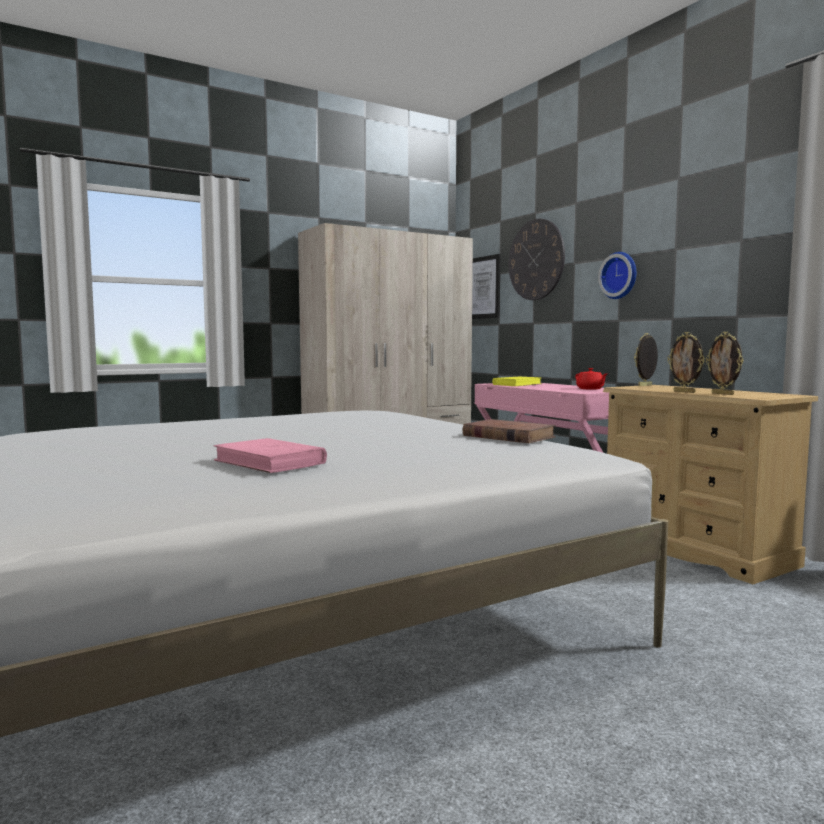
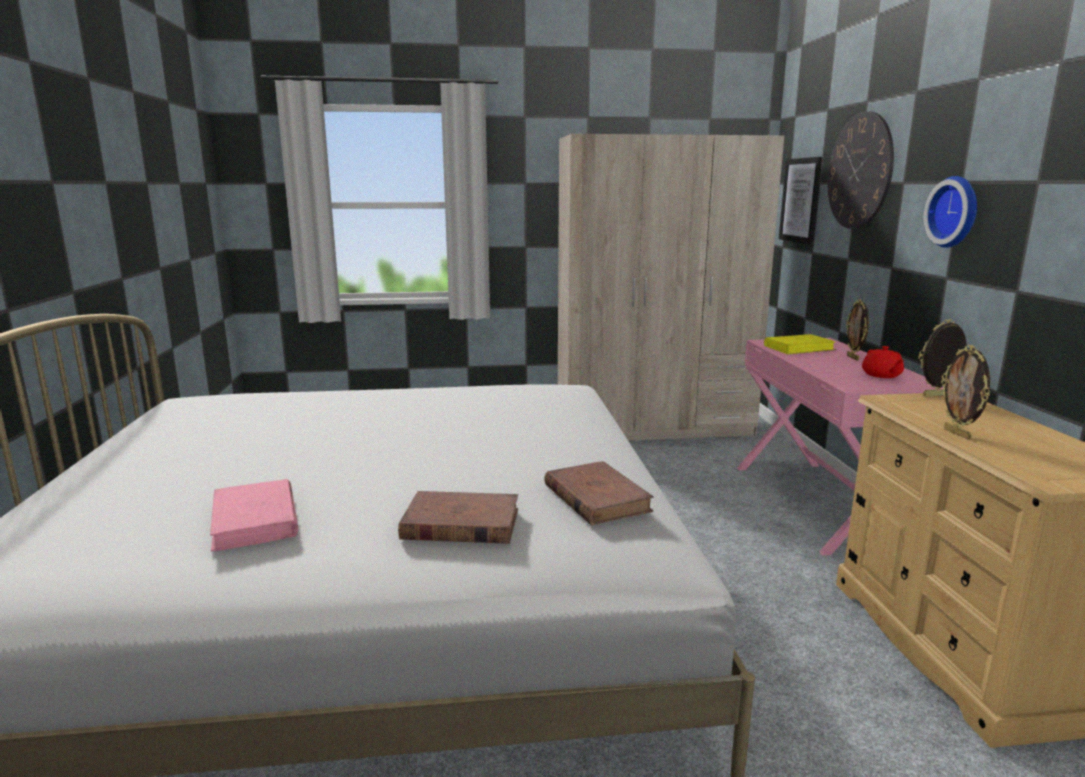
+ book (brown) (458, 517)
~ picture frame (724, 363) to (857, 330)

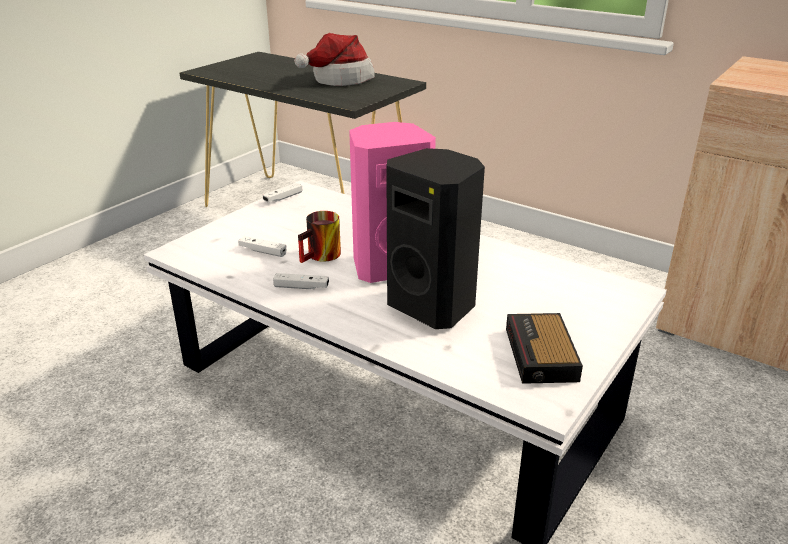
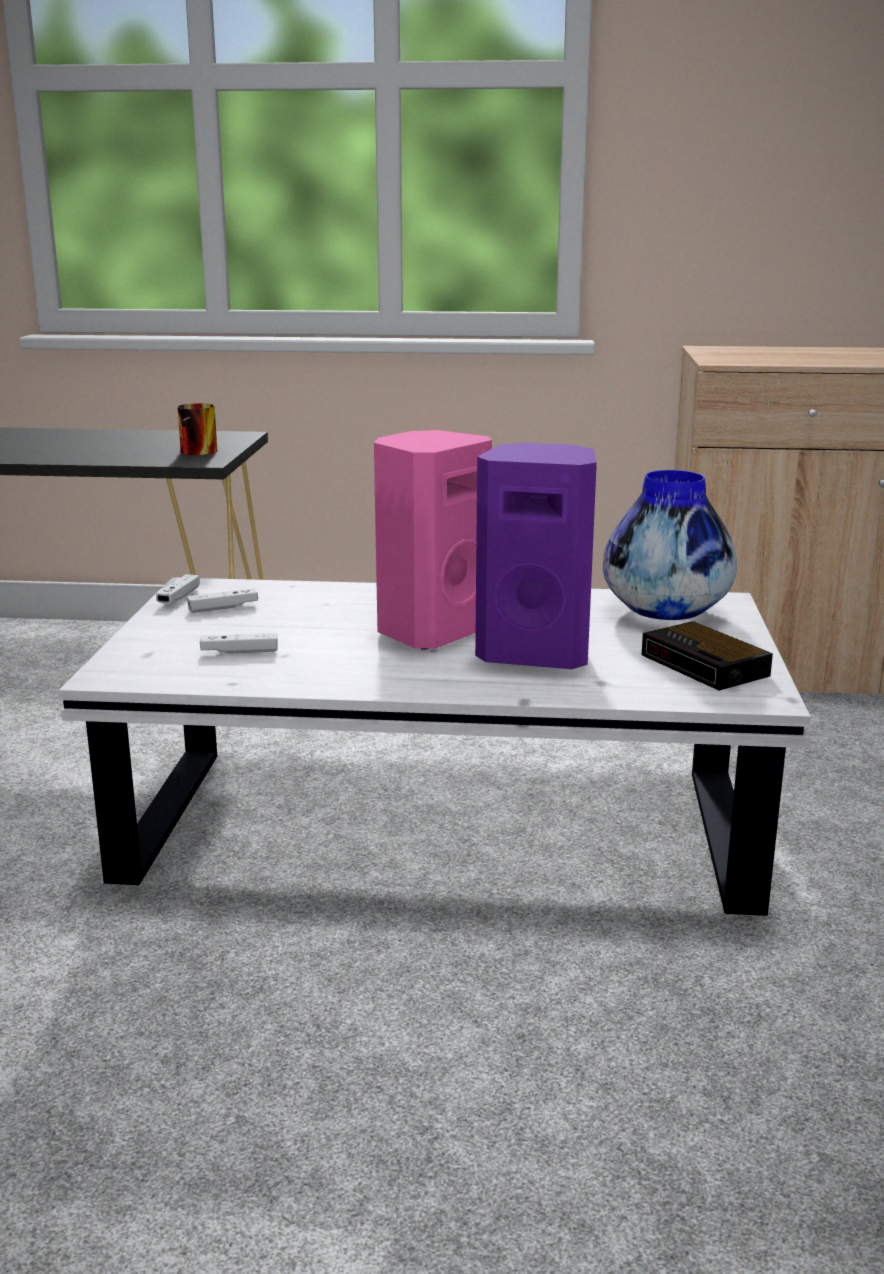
- hat (334, 59)
+ vase (670, 545)
~ game controller (white) (301, 281) to (222, 600)
~ mug (319, 237) to (197, 429)
~ speaker (black) (435, 238) to speaker (purple) (536, 556)

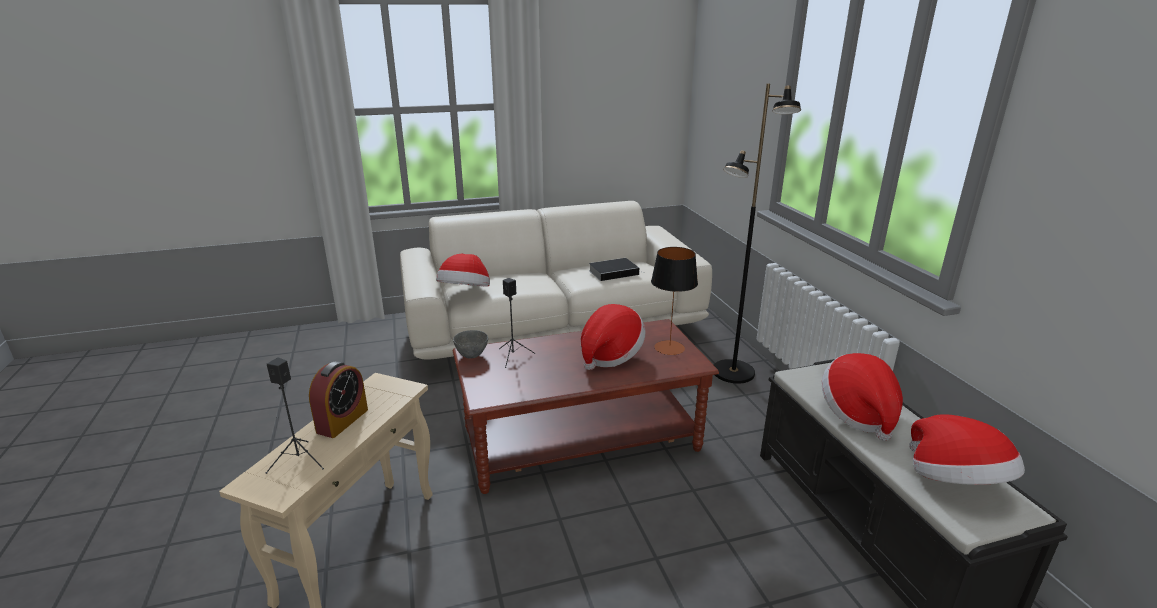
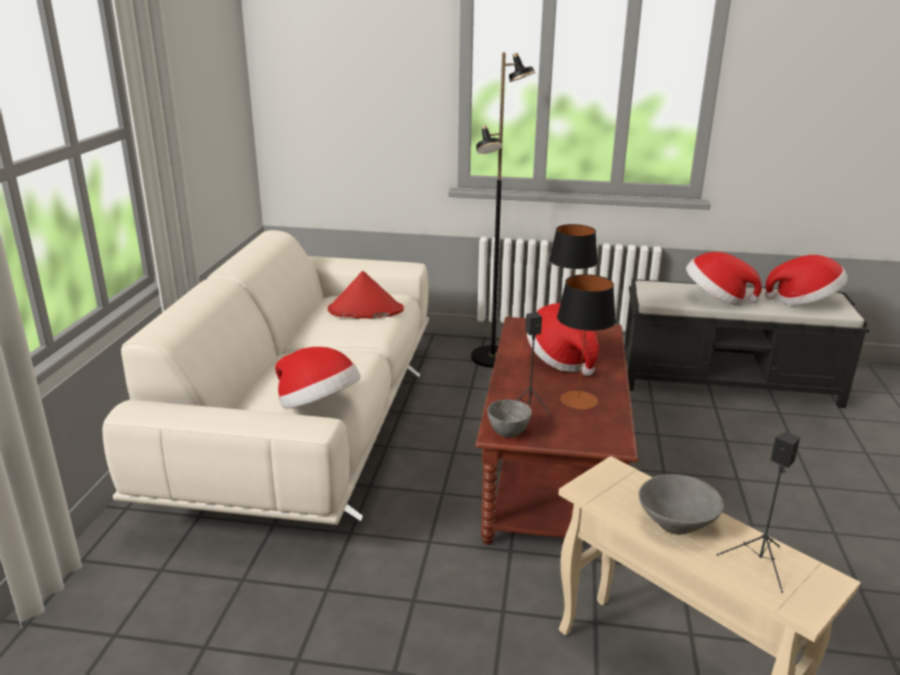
+ table lamp (586, 342)
~ alarm clock (338, 399) to bowl (grey) (681, 504)
~ book (616, 269) to hat (red) (366, 295)

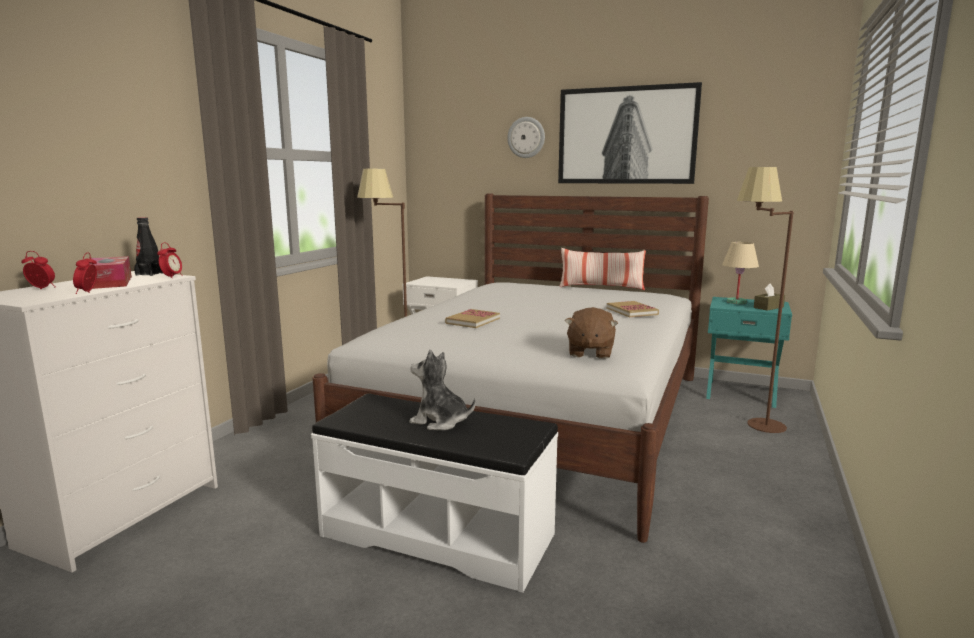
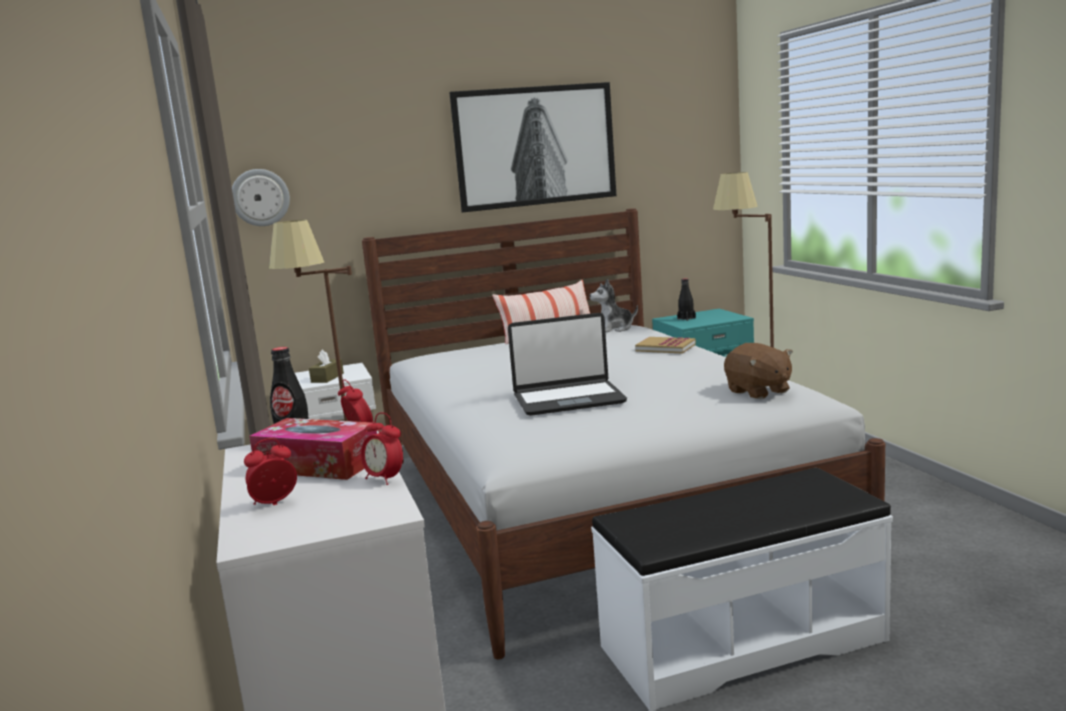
~ plush toy (442, 390) to (613, 305)
~ wall clock (526, 137) to (261, 197)
~ tissue box (brown) (769, 297) to (326, 366)
~ book (472, 318) to laptop (567, 364)
~ table lamp (beige) (740, 273) to bottle (black) (686, 299)

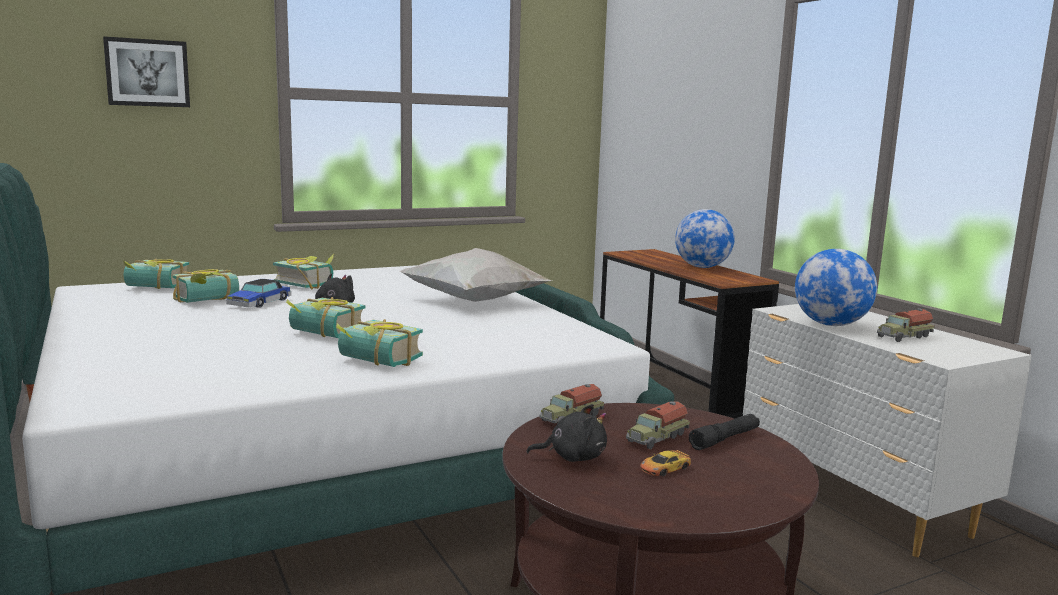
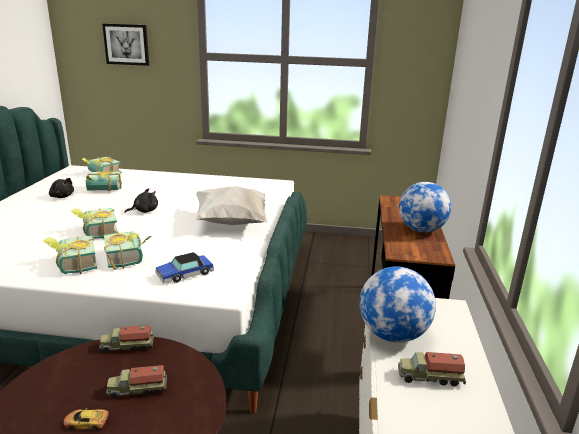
- flashlight (black) (724, 432)
~ toy car (258, 293) to (184, 268)
~ book (303, 272) to (127, 250)
~ plush toy (black) (566, 433) to (61, 188)

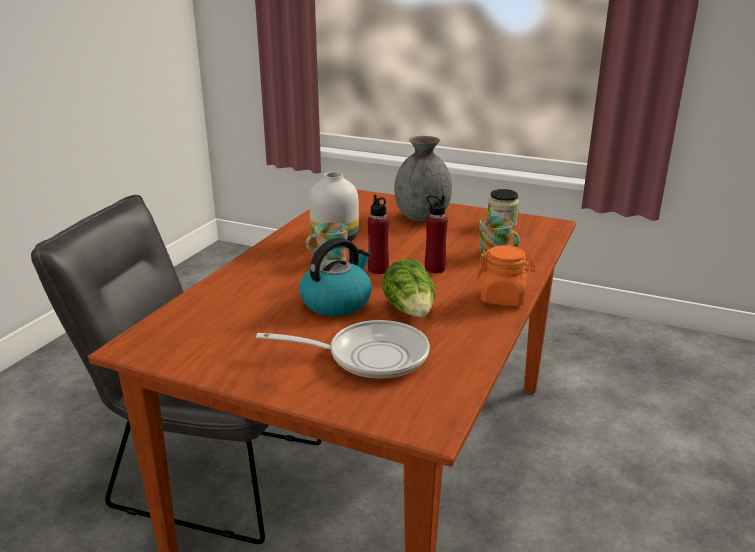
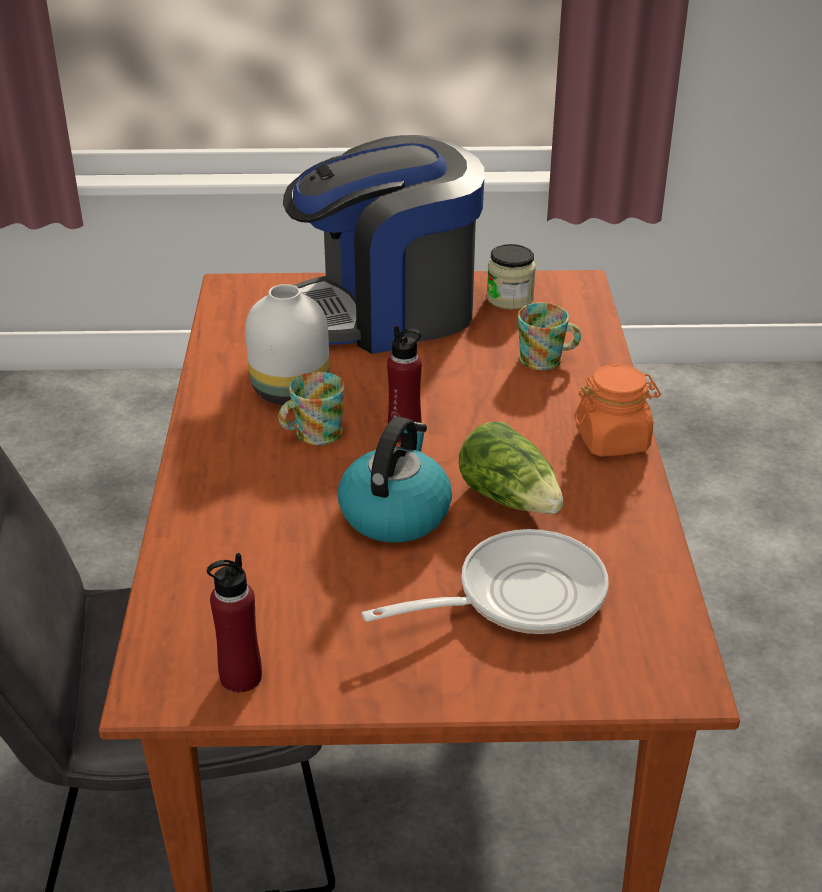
~ bottle (red) (436, 234) to (234, 623)
~ vase (grey) (423, 178) to coffee machine (383, 244)

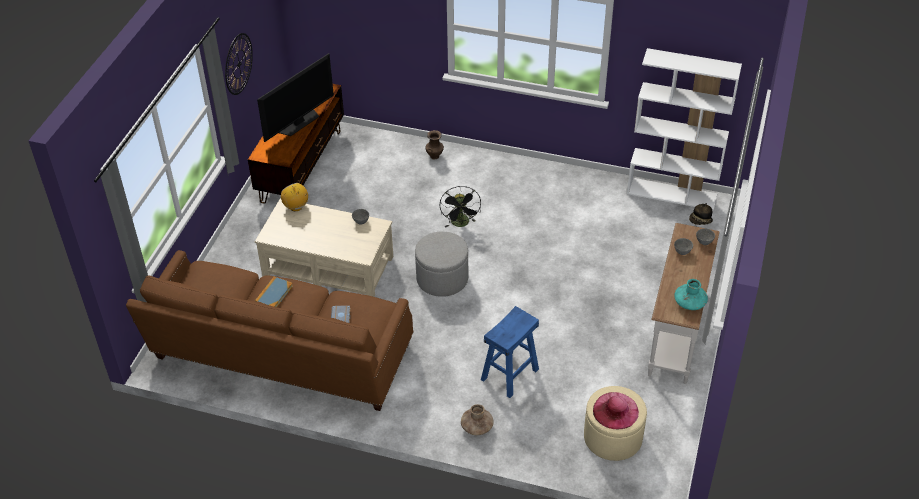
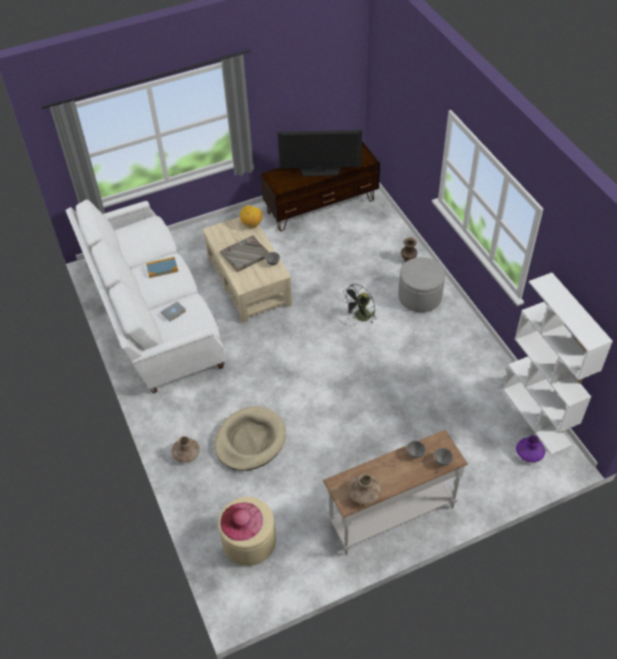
- wall clock (239, 64)
+ tray (grey) (244, 254)
~ ottoman (grey) (441, 264) to (421, 284)
~ stool (blue) (510, 352) to dog bed (beige) (250, 438)
~ hat (701, 214) to vase (purple) (530, 448)
~ sofa (brown) (270, 330) to sofa (white) (146, 297)
~ vase (turquoise) (691, 294) to vase (brown) (364, 489)

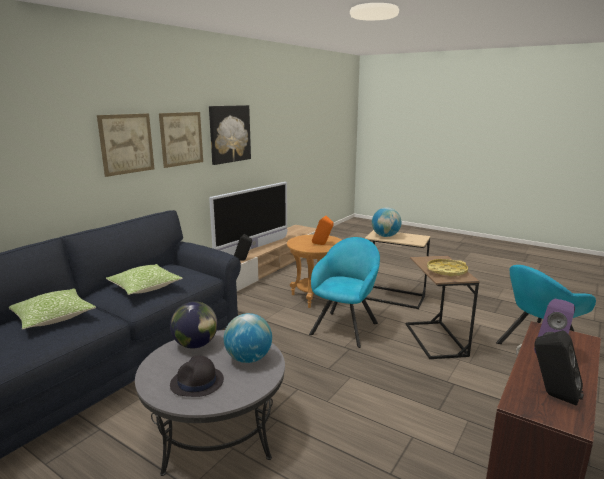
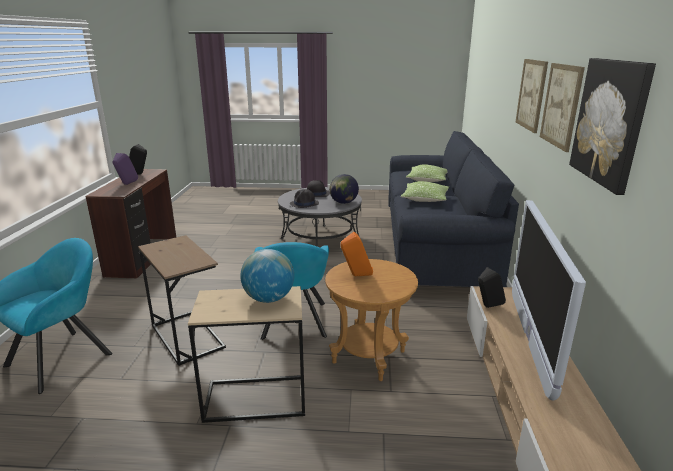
- tray (yellow) (447, 268)
~ globe (248, 338) to hat (black) (304, 198)

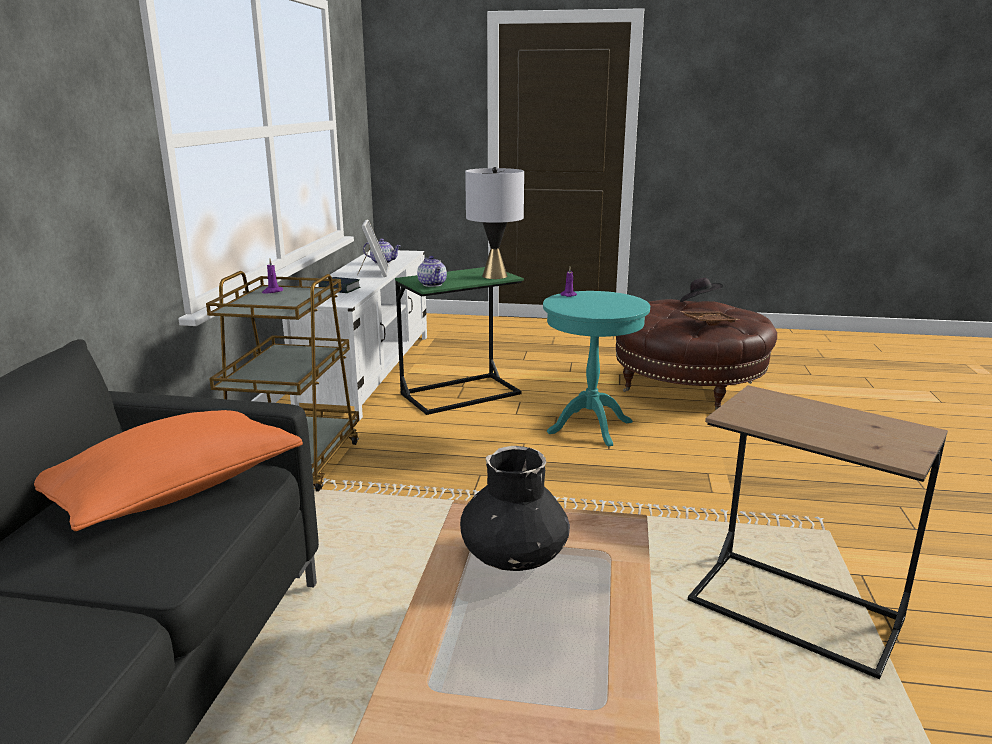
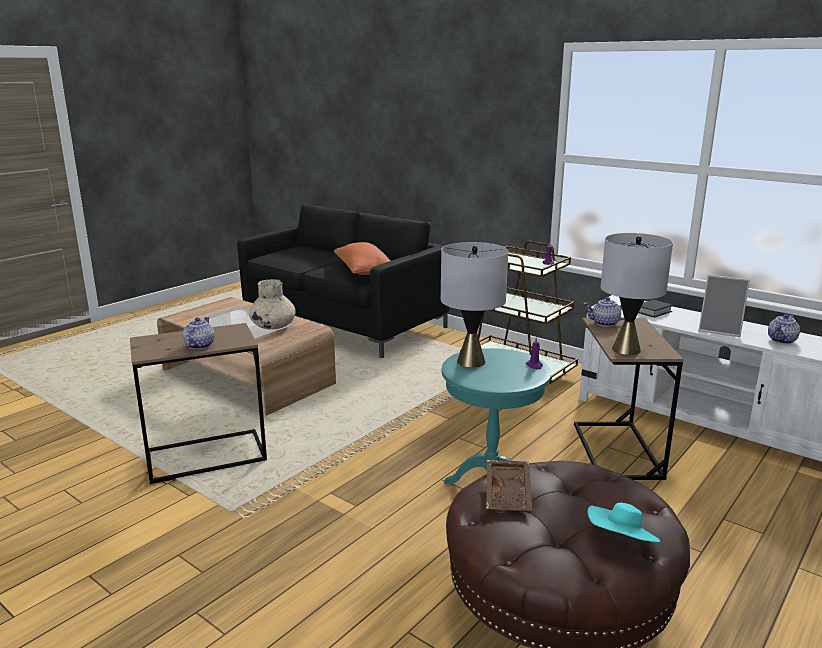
+ teapot (199, 333)
+ table lamp (grey) (474, 304)
~ side table (green) (459, 341) to side table (brown) (629, 399)
~ vase (black) (515, 508) to vase (beige) (272, 304)
~ hat (black) (701, 290) to hat (turquoise) (623, 523)

